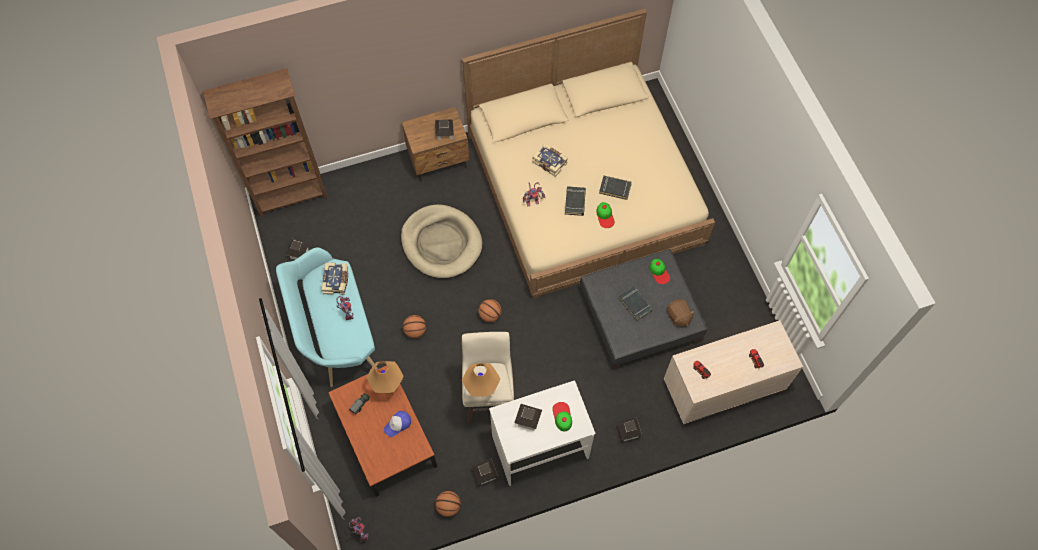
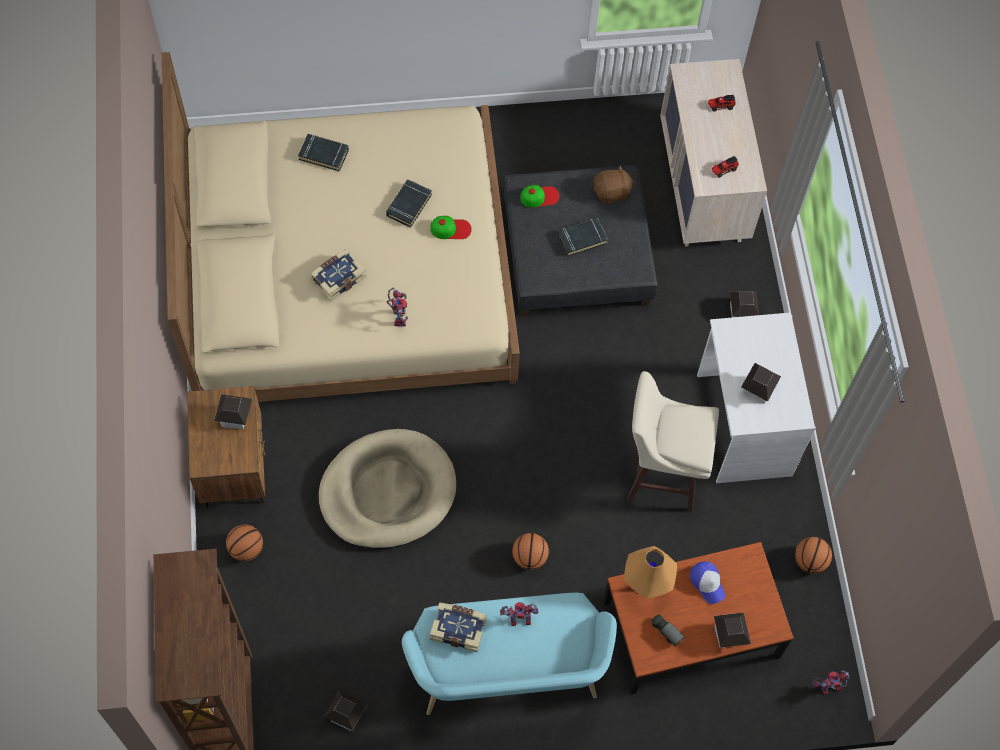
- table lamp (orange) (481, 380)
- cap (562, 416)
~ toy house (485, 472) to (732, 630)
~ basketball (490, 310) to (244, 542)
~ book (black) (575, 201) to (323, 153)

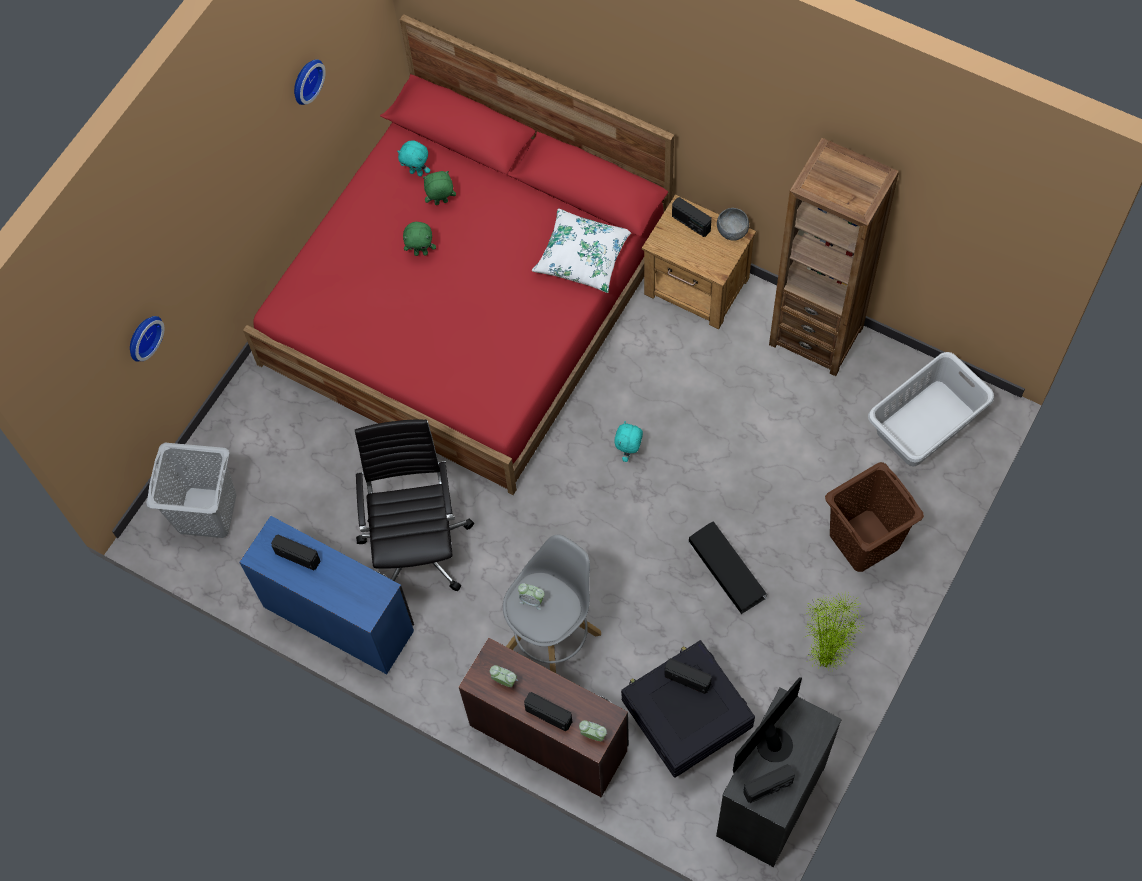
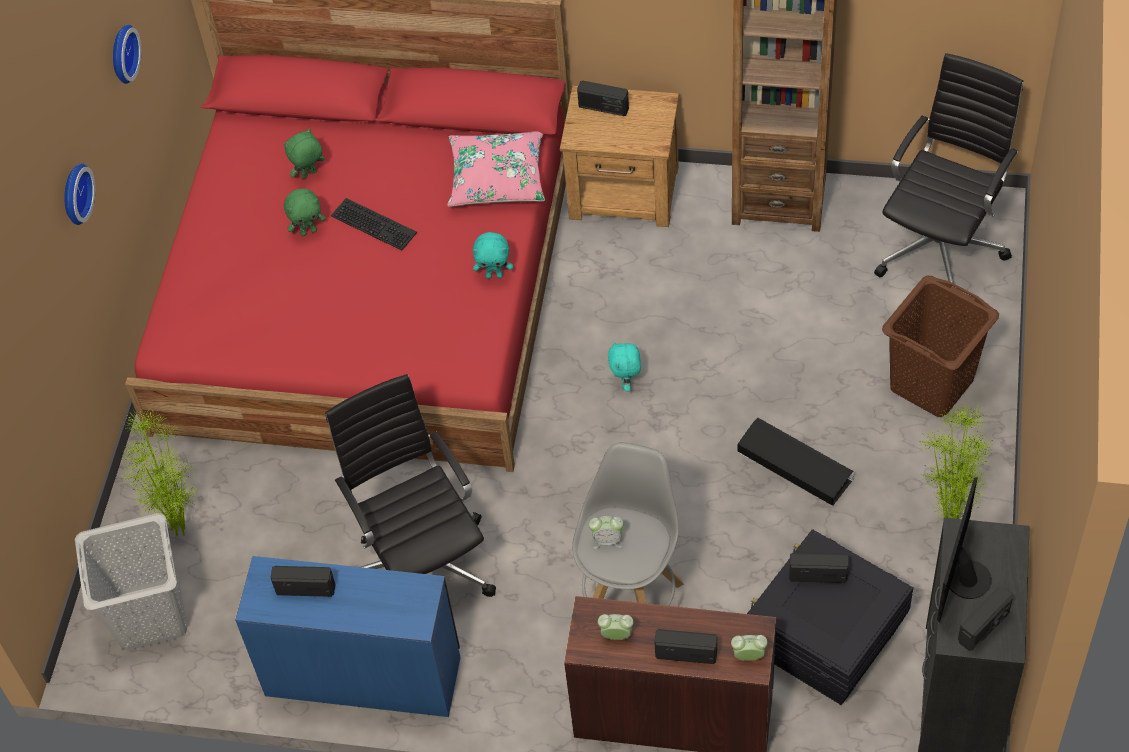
- bowl (grey) (733, 224)
+ potted plant (160, 472)
+ keyboard (374, 224)
~ wall clock (147, 339) to (79, 194)
~ plush toy (turquoise) (413, 158) to (493, 255)
~ laundry basket (grey) (931, 409) to office chair (black) (948, 168)
~ pillow (white) (581, 250) to pillow (pink) (496, 169)

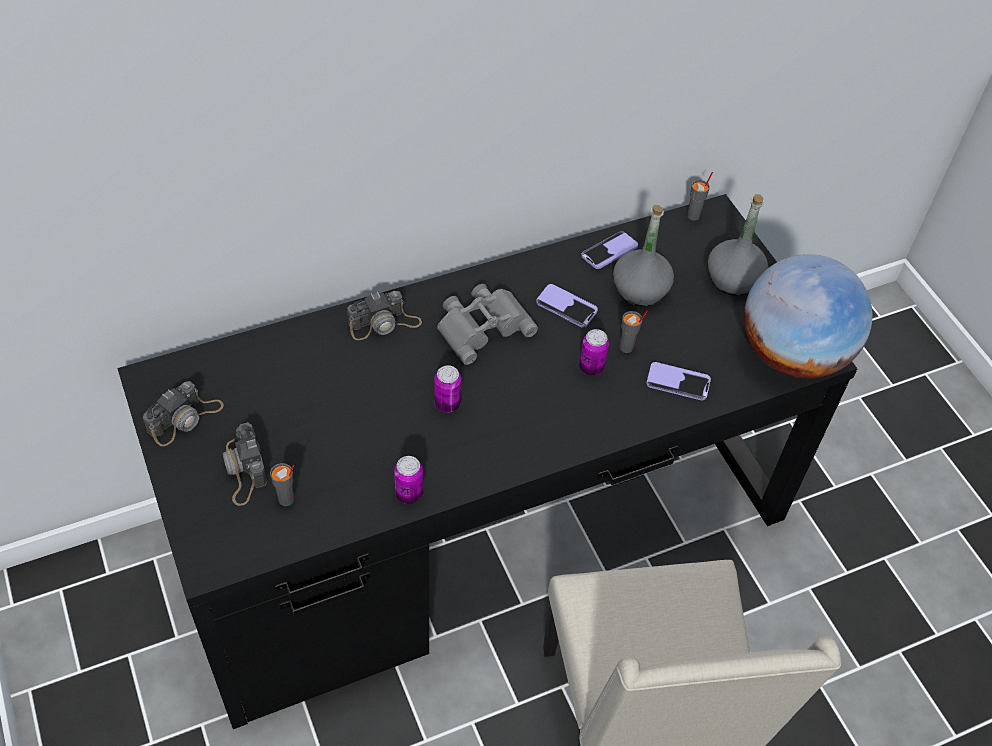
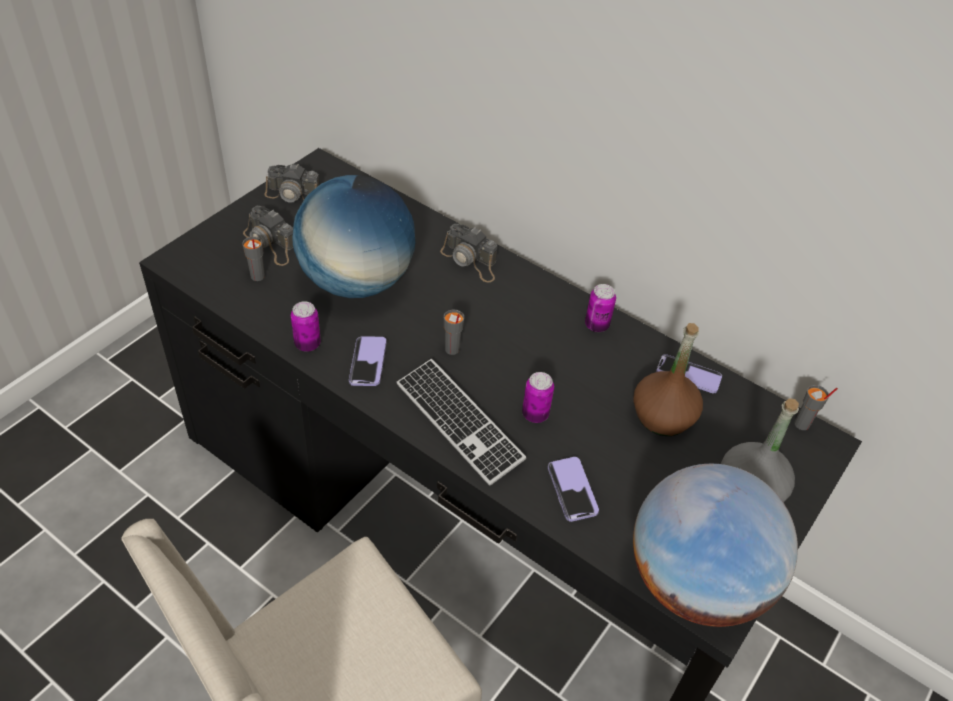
- binoculars (grey) (487, 324)
+ globe (354, 236)
+ keyboard (461, 422)
~ can (447, 389) to (600, 308)
~ phone (567, 306) to (368, 361)
~ cup (grey) (633, 332) to (454, 332)
~ bottle (grey) (643, 256) to bottle (brown) (668, 379)
~ photo camera (245, 464) = (268, 236) 90 degrees counterclockwise

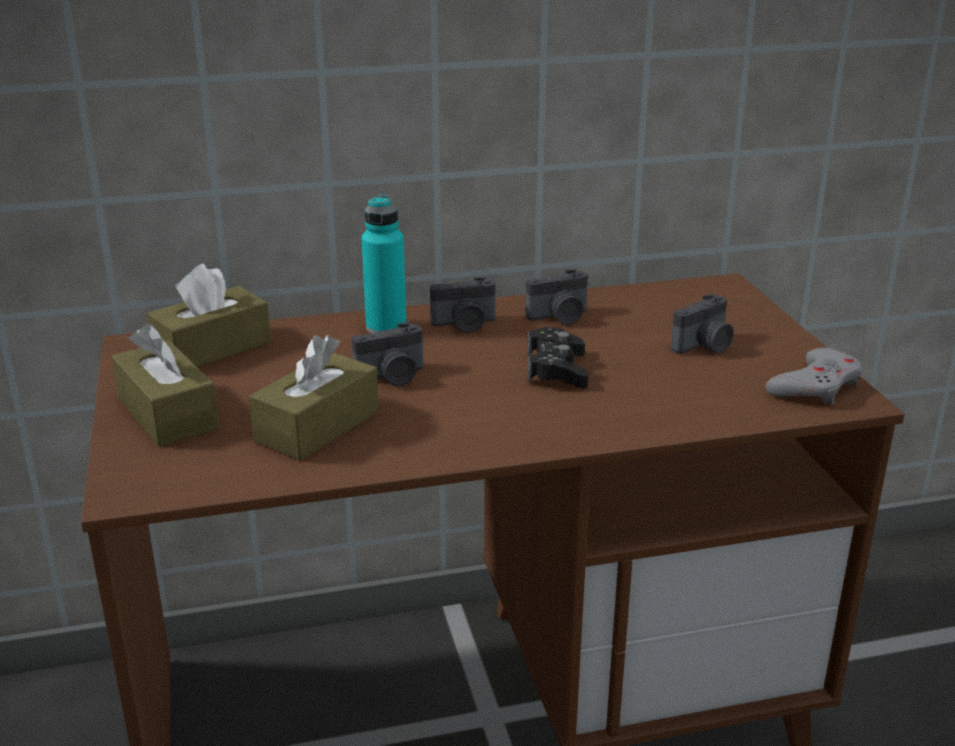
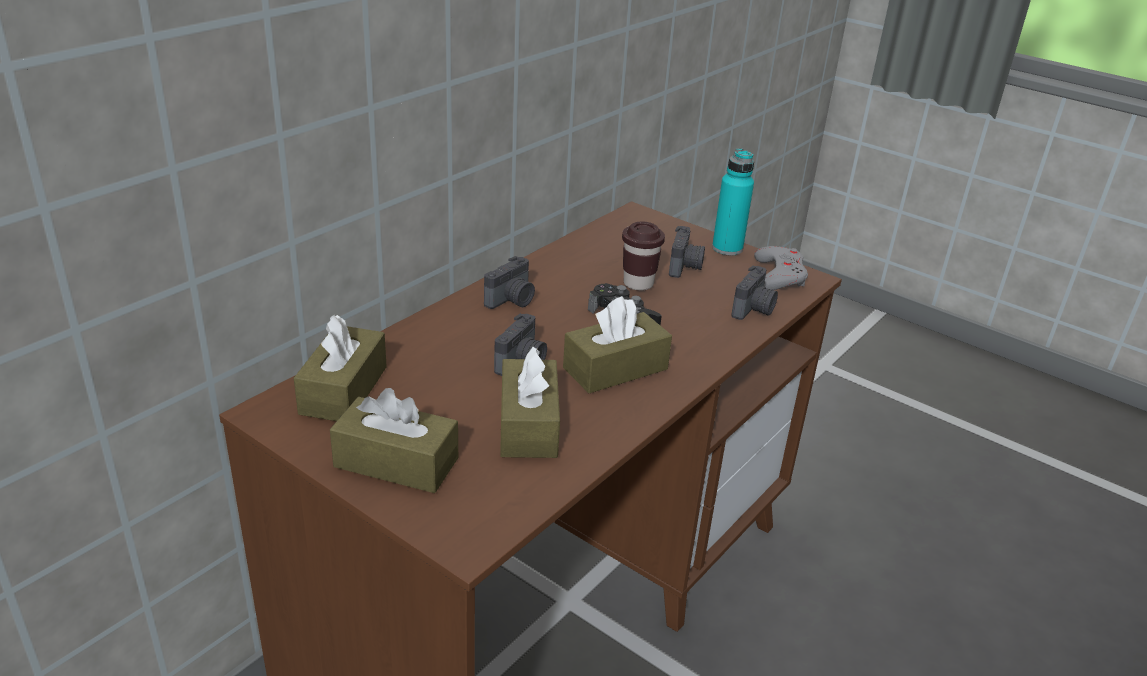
+ tissue box (brown) (617, 344)
+ cup (brown) (643, 256)
~ bottle (turquoise) (384, 264) to (733, 201)
~ photo camera (556, 297) to (754, 292)

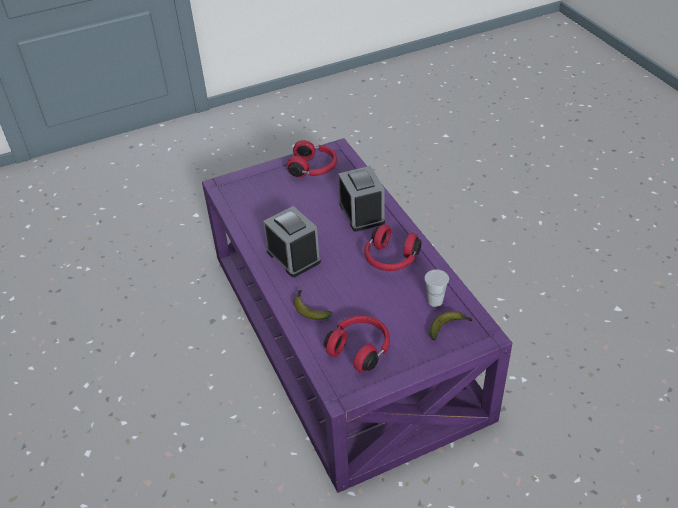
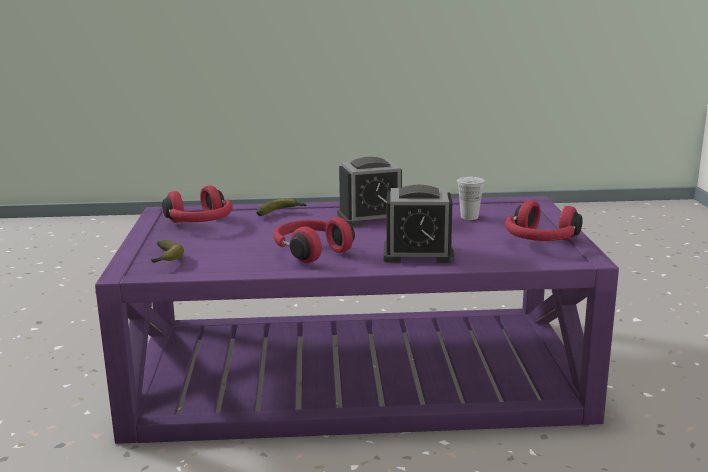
~ cup (white) (436, 288) to (471, 198)

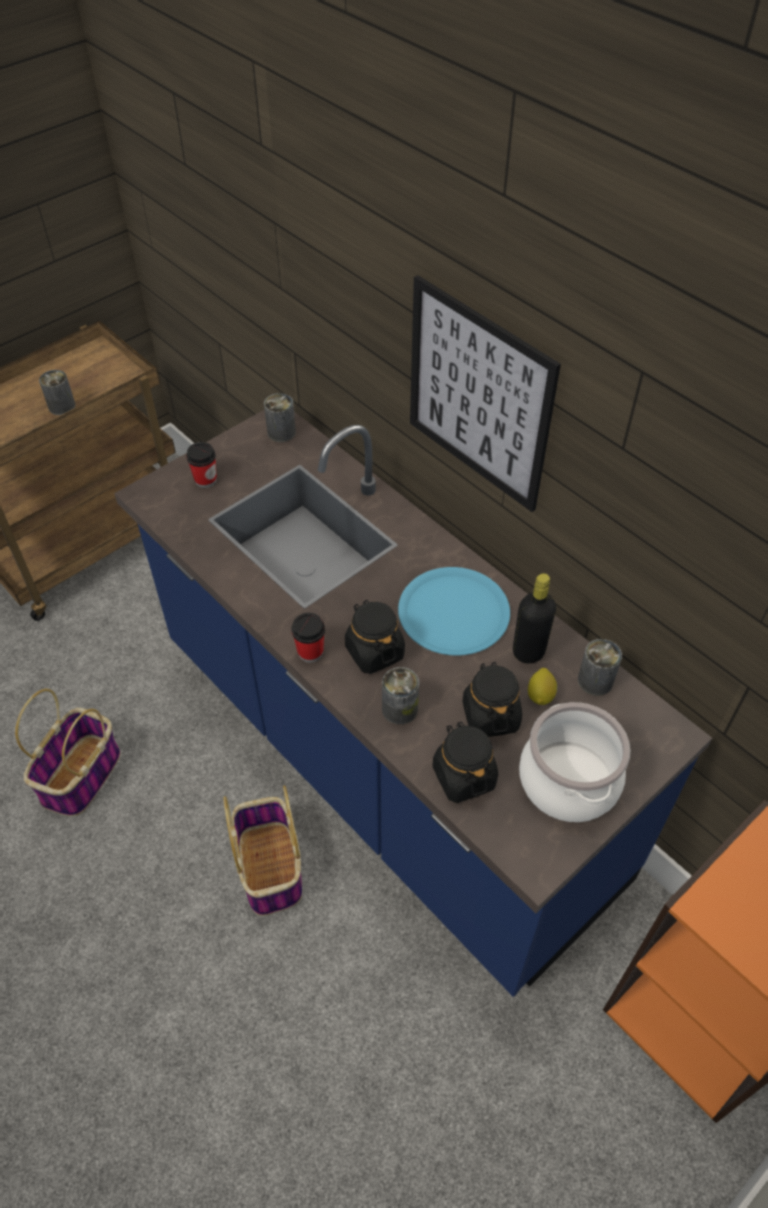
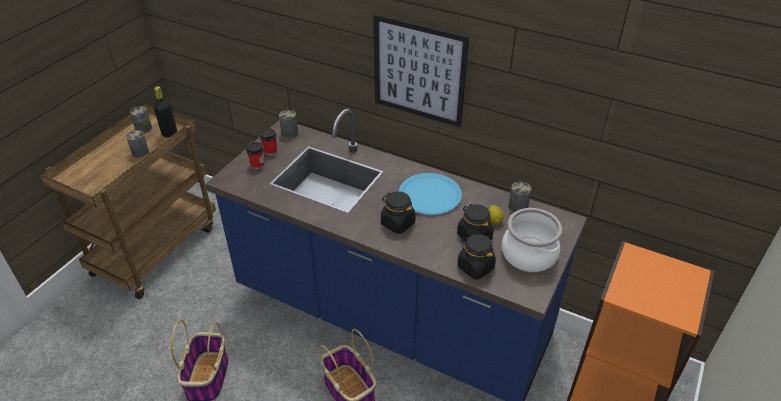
~ cup (308, 638) to (268, 142)
~ can (400, 696) to (141, 119)
~ bottle (black) (534, 618) to (165, 112)

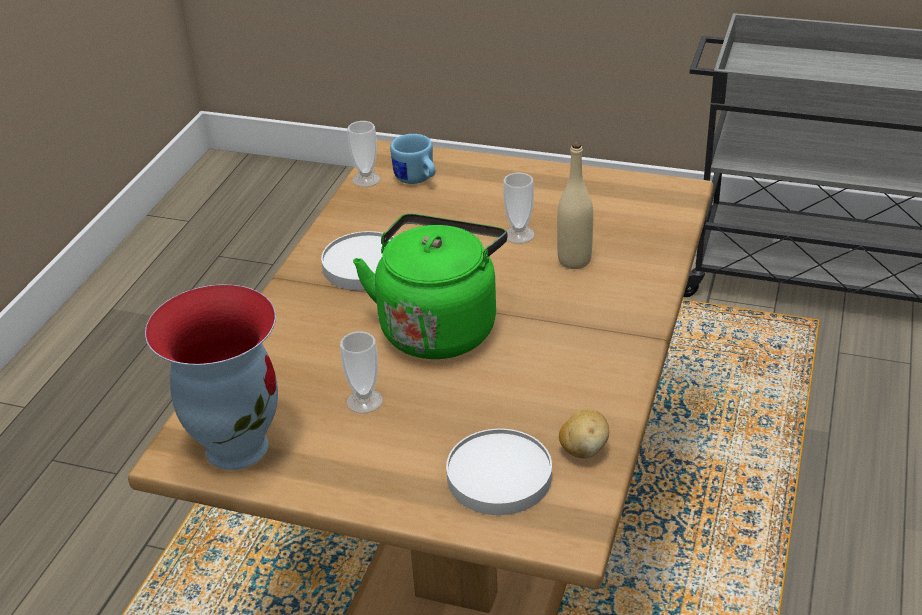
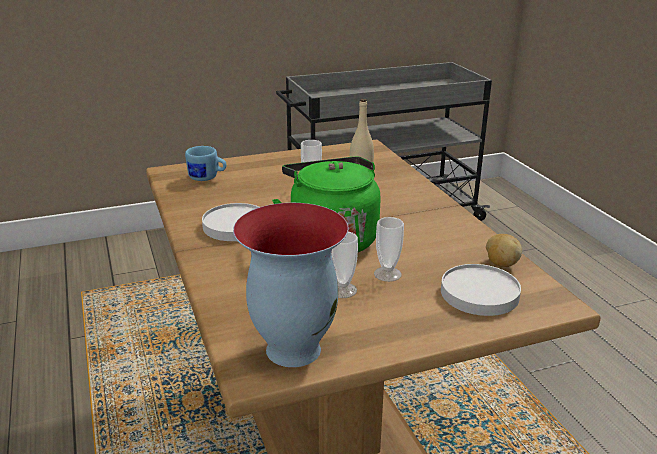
~ cup (364, 154) to (389, 249)

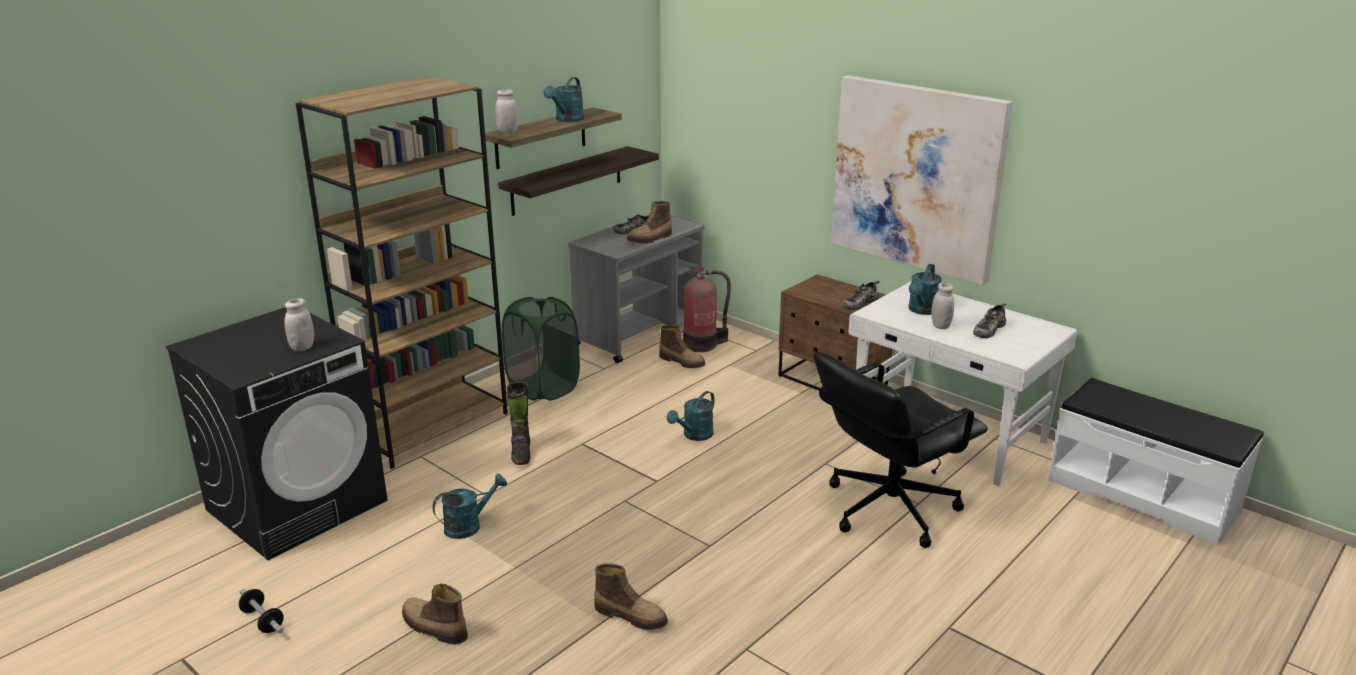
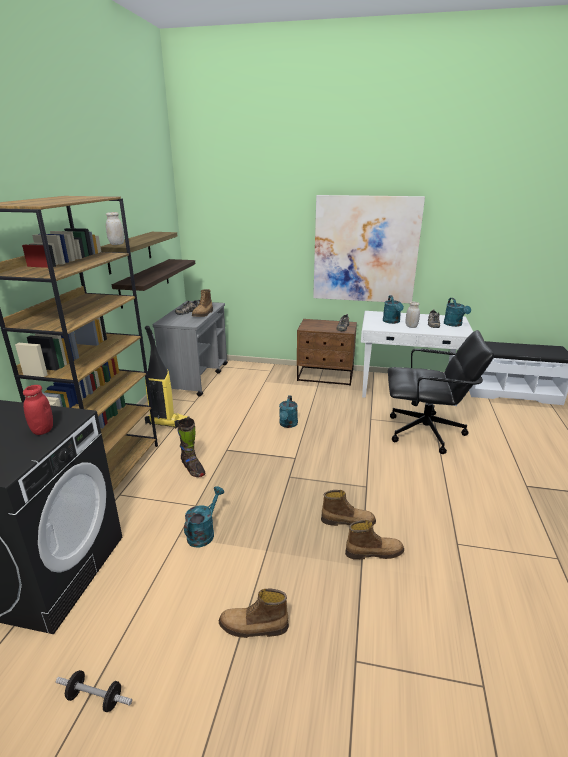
- fire extinguisher (707, 309)
~ watering can (turquoise) (563, 99) to (457, 312)
~ boot (682, 346) to (348, 508)
~ laundry basket (green) (541, 349) to vacuum cleaner (167, 377)
~ jar (white) (299, 324) to jar (red) (38, 410)
~ office chair (black) (901, 450) = (441, 392) 105 degrees counterclockwise

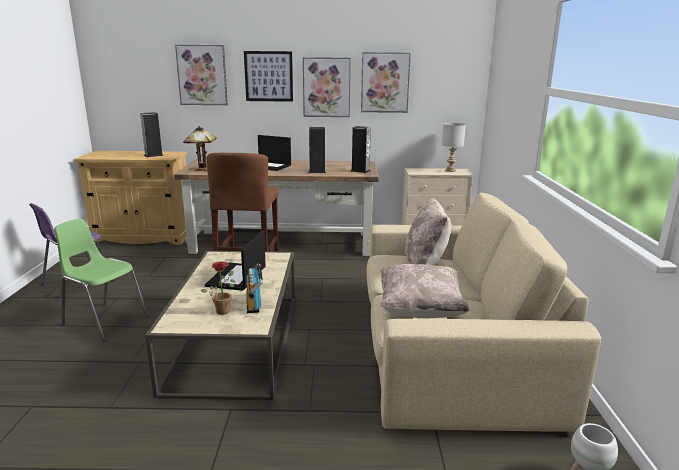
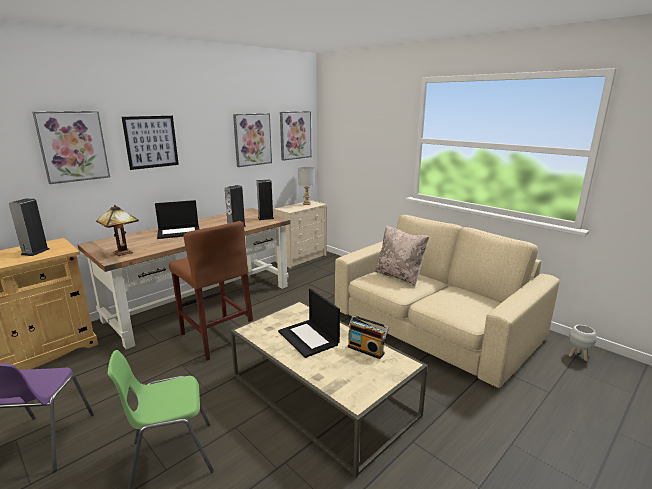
- potted plant (217, 288)
- pillow (beige) (425, 291)
~ picture (327, 87) to (295, 136)

